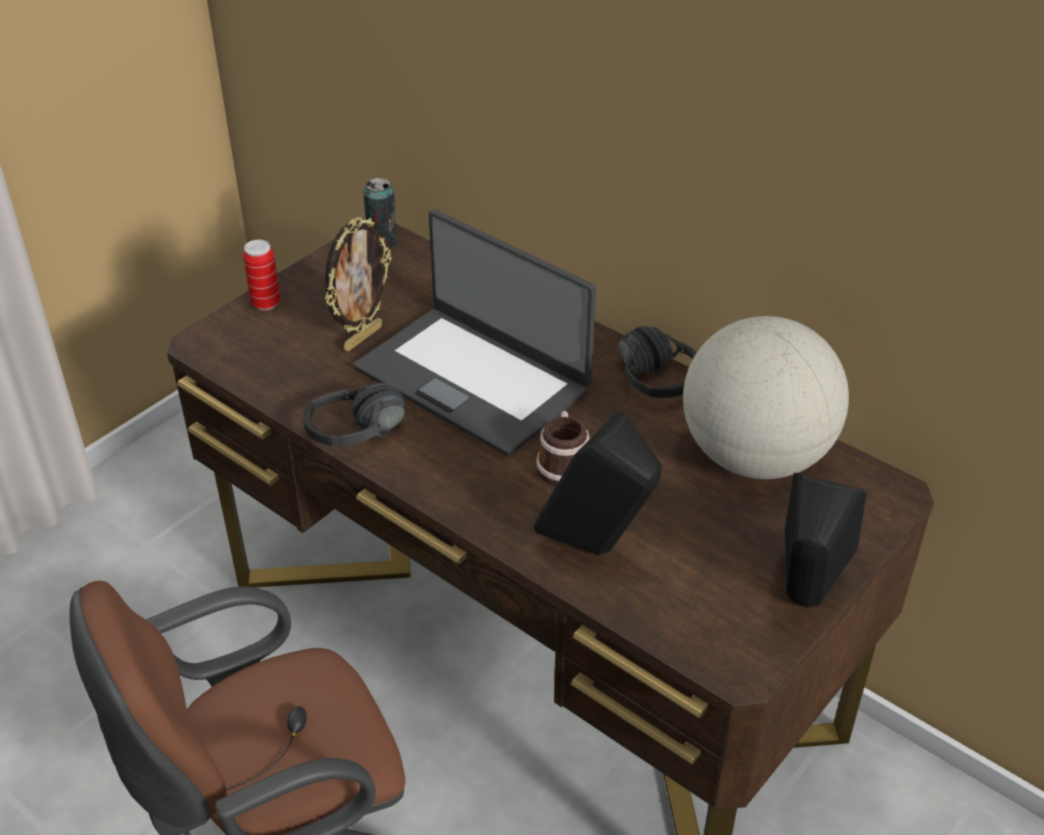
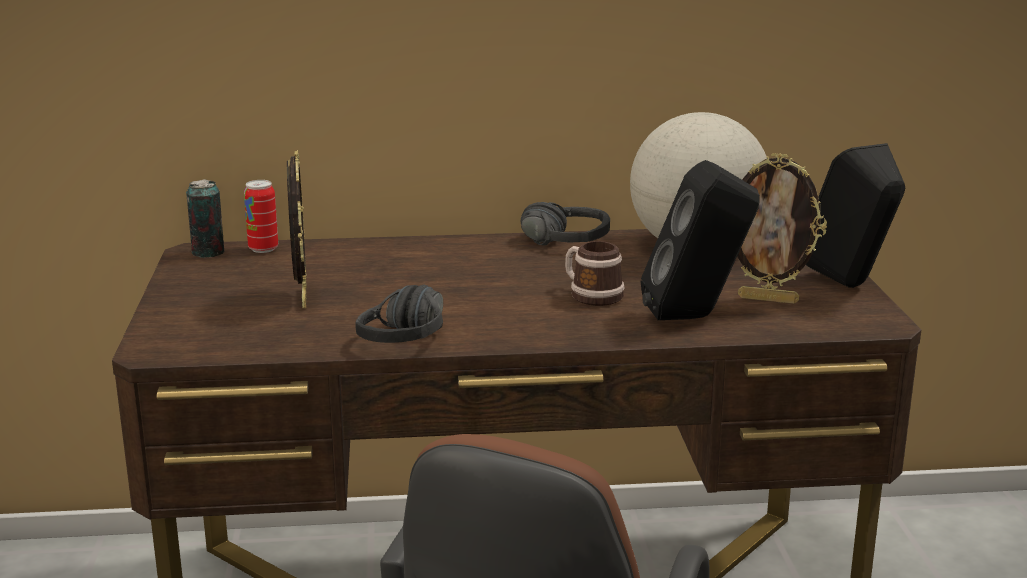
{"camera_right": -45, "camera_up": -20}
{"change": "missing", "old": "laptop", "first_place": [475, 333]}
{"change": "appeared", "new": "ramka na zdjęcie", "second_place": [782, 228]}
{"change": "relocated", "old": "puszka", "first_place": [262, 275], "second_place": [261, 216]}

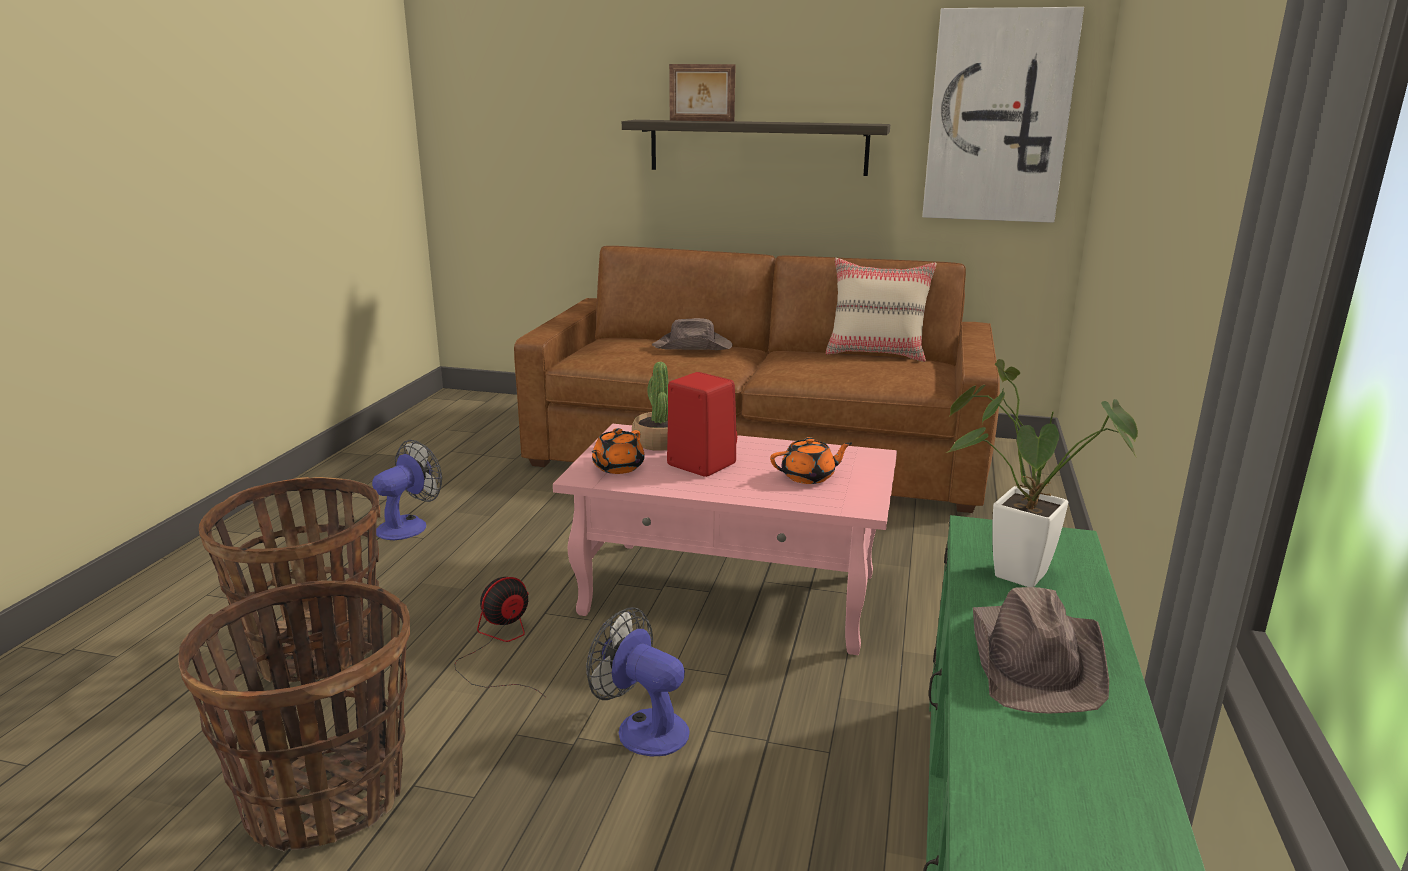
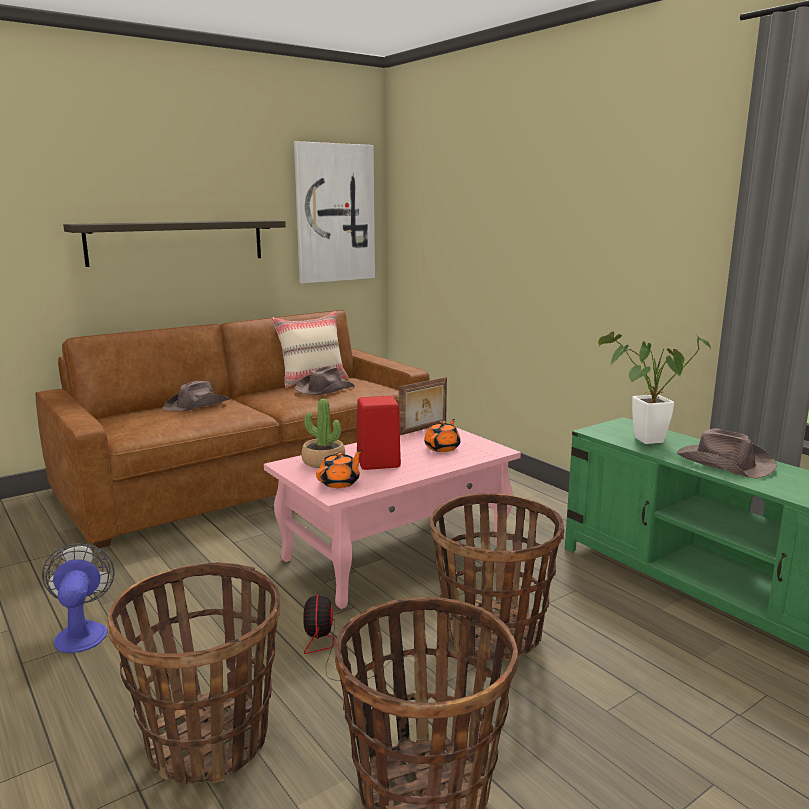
{"camera_right": -50, "camera_up": -5}
{"change": "appeared", "new": "kapelusz/brązowy", "second_place": [325, 380]}
{"change": "relocated", "old": "ramka na zdjęcie", "first_place": [702, 92], "second_place": [423, 406]}
{"change": "exchanged", "old": "wentylator", "new": "koszyk", "first_place": [638, 682], "second_place": [497, 577]}
{"change": "spun", "old": "imbryk/pomarańczowy", "first_place": [618, 451], "second_place": [339, 469], "degrees": -120}

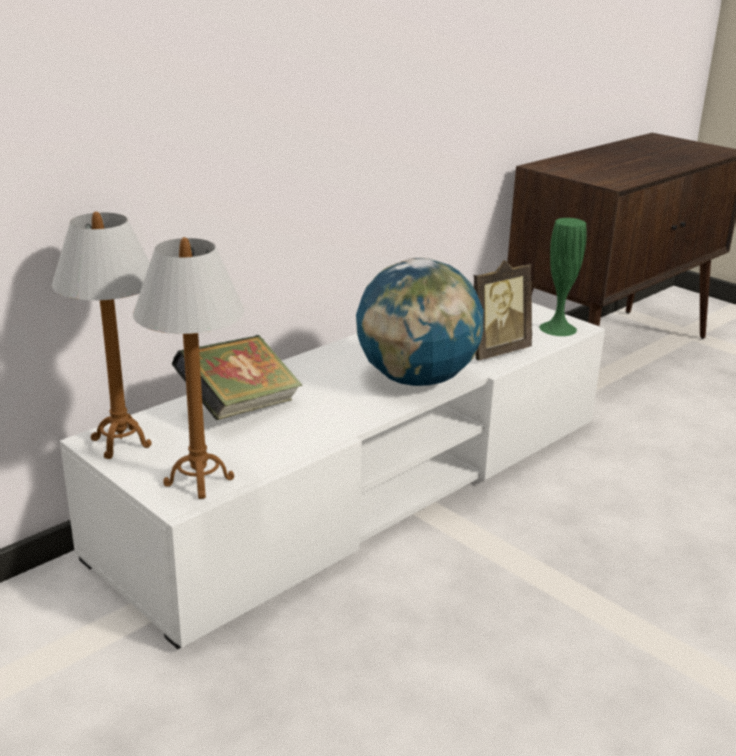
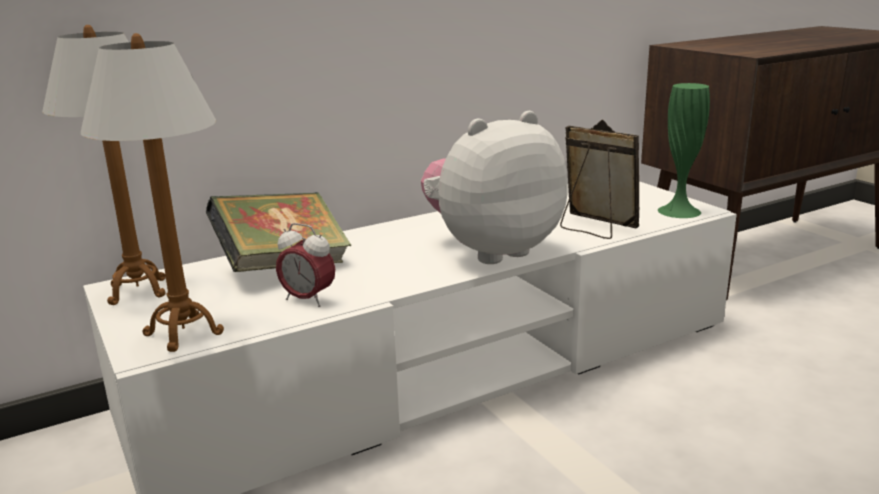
{"camera_right": 15, "camera_up": -5}
{"change": "appeared", "new": "budzik", "second_place": [305, 265]}
{"change": "exchanged", "old": "globus", "new": "pluszak", "first_place": [420, 322], "second_place": [494, 187]}
{"change": "spun", "old": "ramka na zdjęcie", "first_place": [503, 310], "second_place": [599, 179], "degrees": -120}

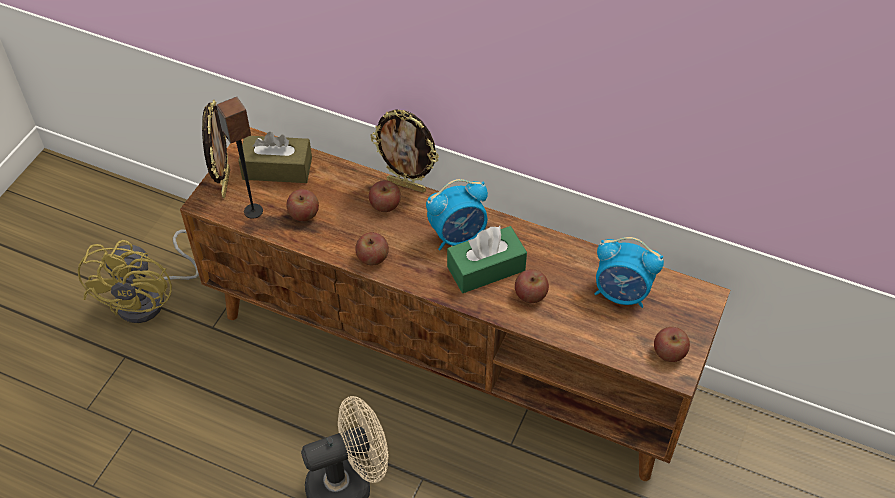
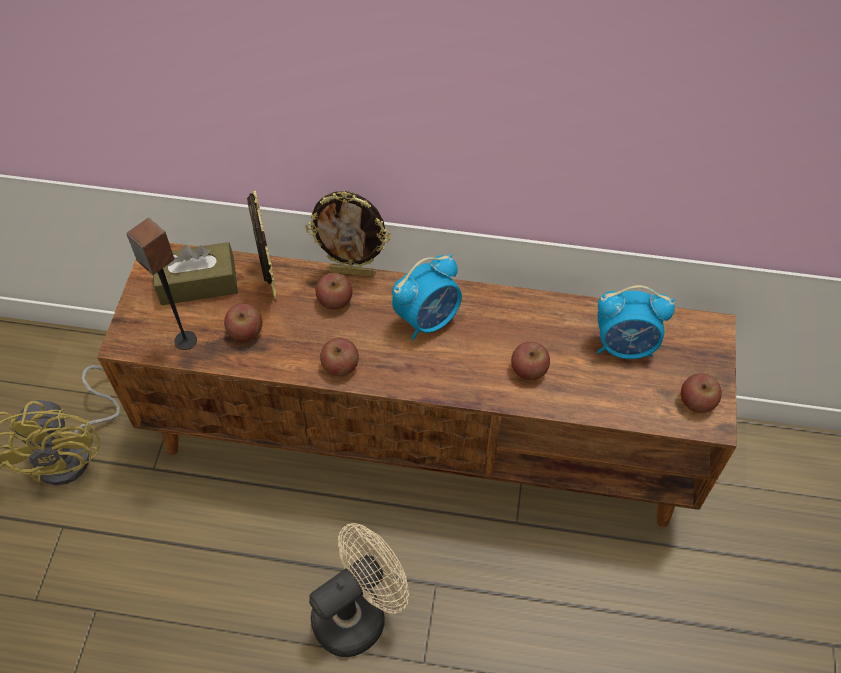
{"camera_right": -15, "camera_up": 5}
{"change": "missing", "old": "pudełko chusteczek/zielony", "first_place": [487, 259]}
{"change": "relocated", "old": "ramka na zdjęcie", "first_place": [216, 149], "second_place": [262, 245]}

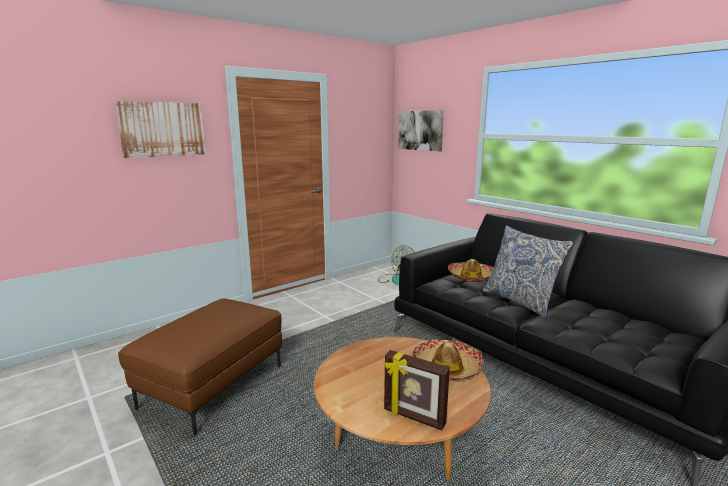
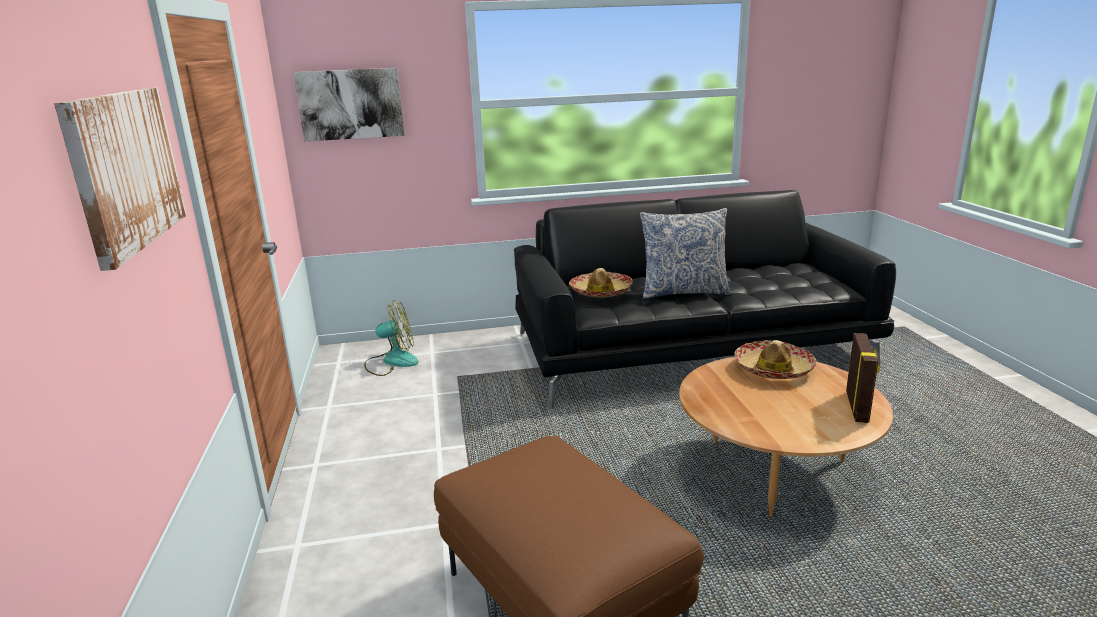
{"camera_right": -60, "camera_up": 5}
{"change": "spun", "old": "ramka na zdjęcie", "first_place": [417, 390], "second_place": [863, 378], "degrees": -45}

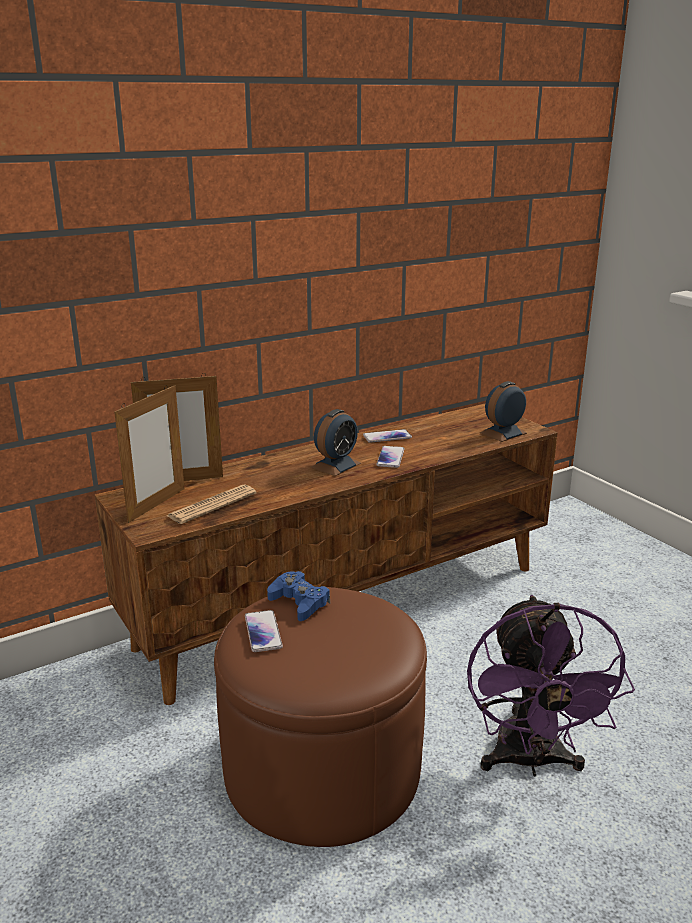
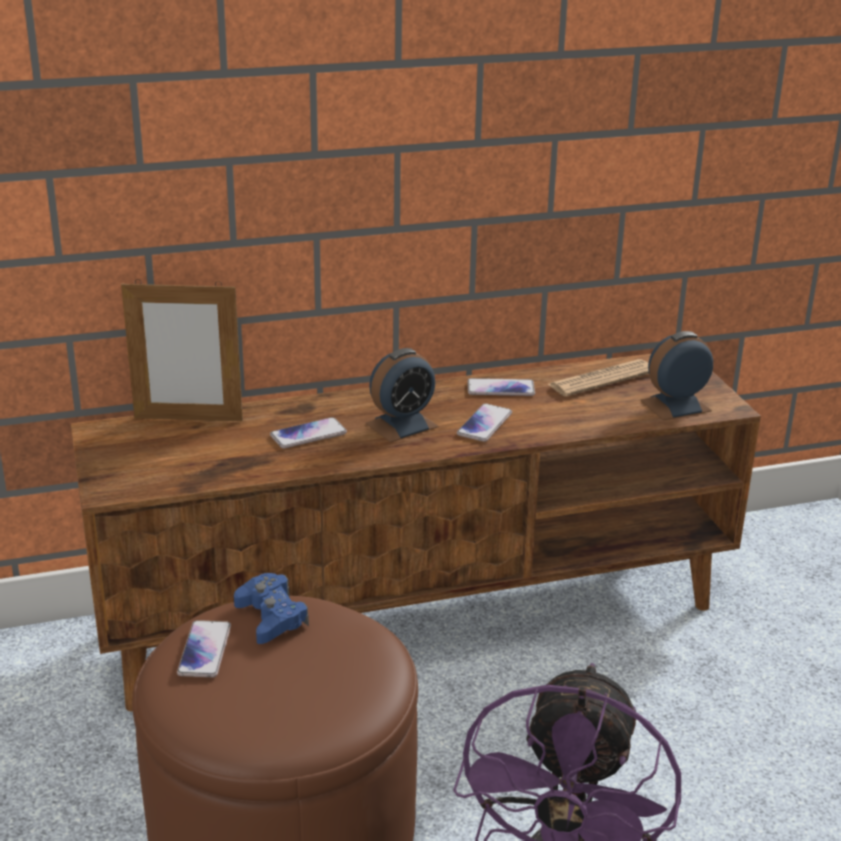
{"camera_right": 15, "camera_up": 5}
{"change": "missing", "old": "ramka na zdjęcie", "first_place": [149, 454]}
{"change": "appeared", "new": "telefon", "second_place": [308, 432]}
{"change": "relocated", "old": "gazeta", "first_place": [211, 504], "second_place": [598, 378]}

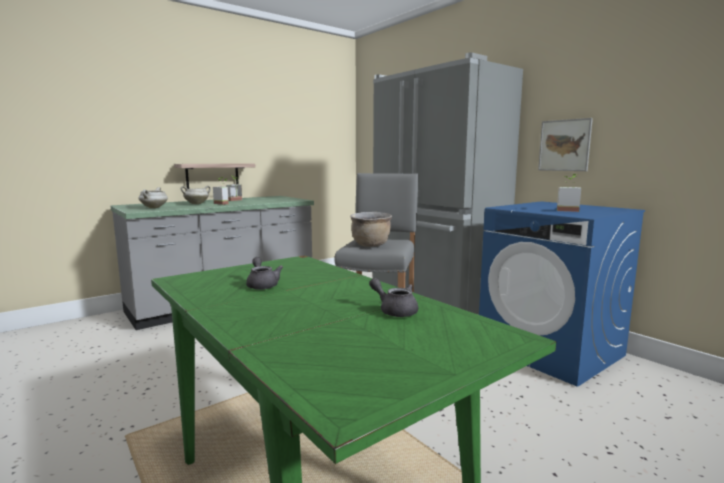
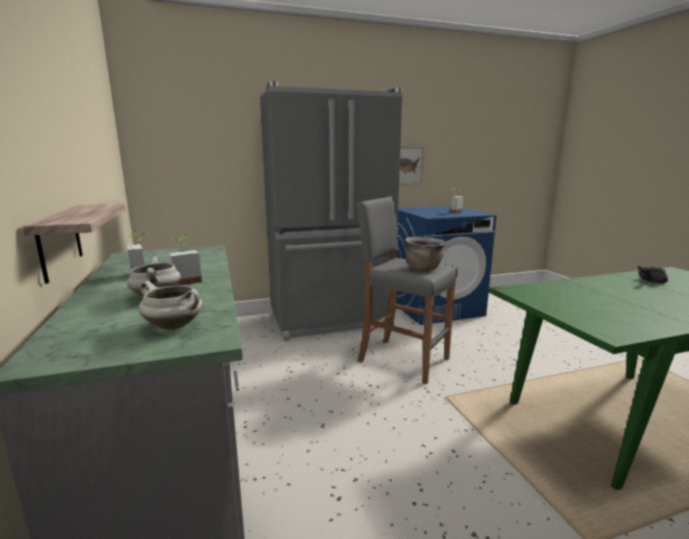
{"camera_right": -70, "camera_up": 5}
{"change": "missing", "old": "imbryk/szary", "first_place": [264, 273]}

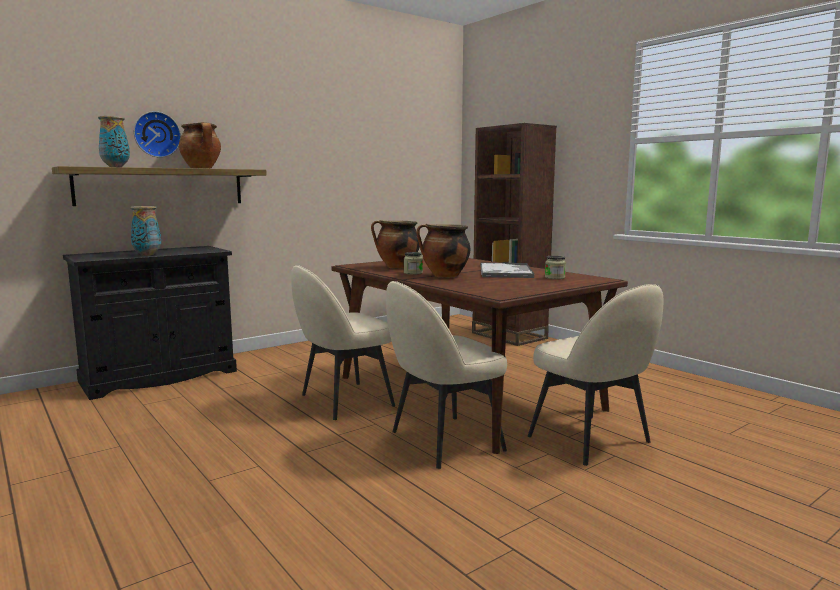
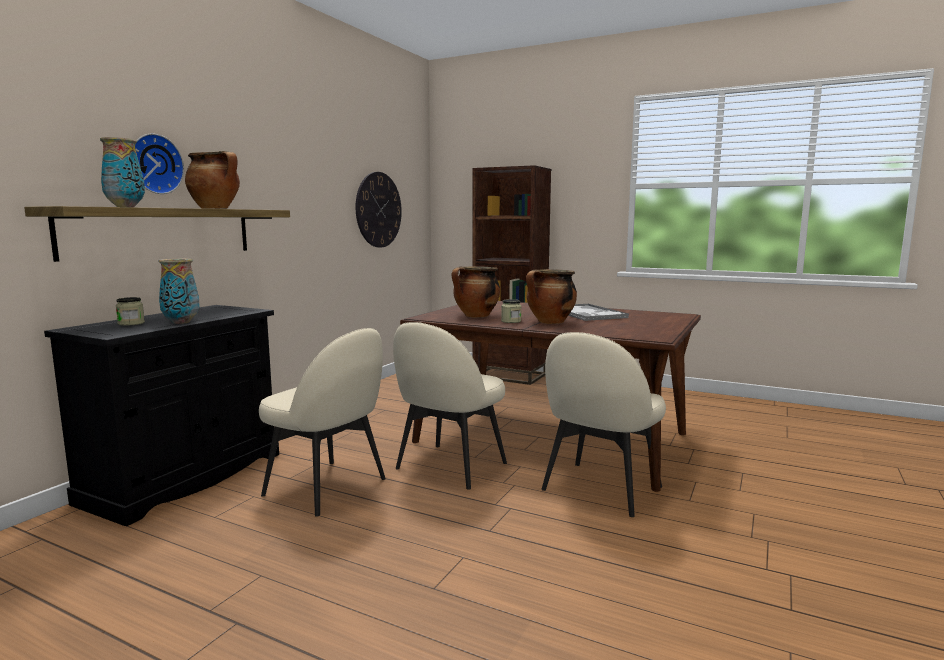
{"camera_right": -25, "camera_up": 0}
{"change": "appeared", "new": "zegar ścienny", "second_place": [379, 210]}
{"change": "relocated", "old": "krzesło/beżowy", "first_place": [595, 375], "second_place": [322, 422]}
{"change": "relocated", "old": "słoik", "first_place": [555, 267], "second_place": [130, 311]}

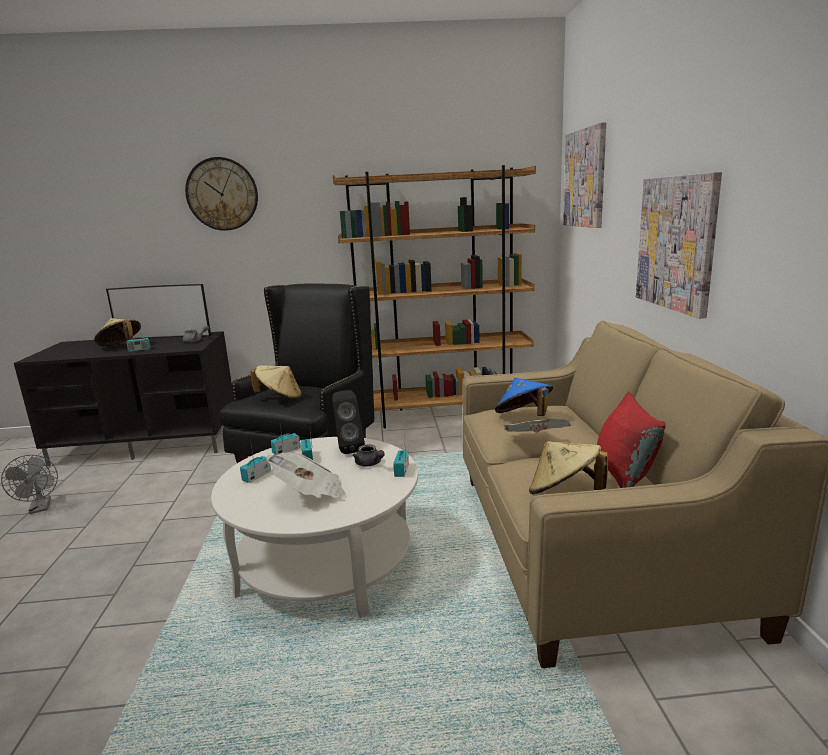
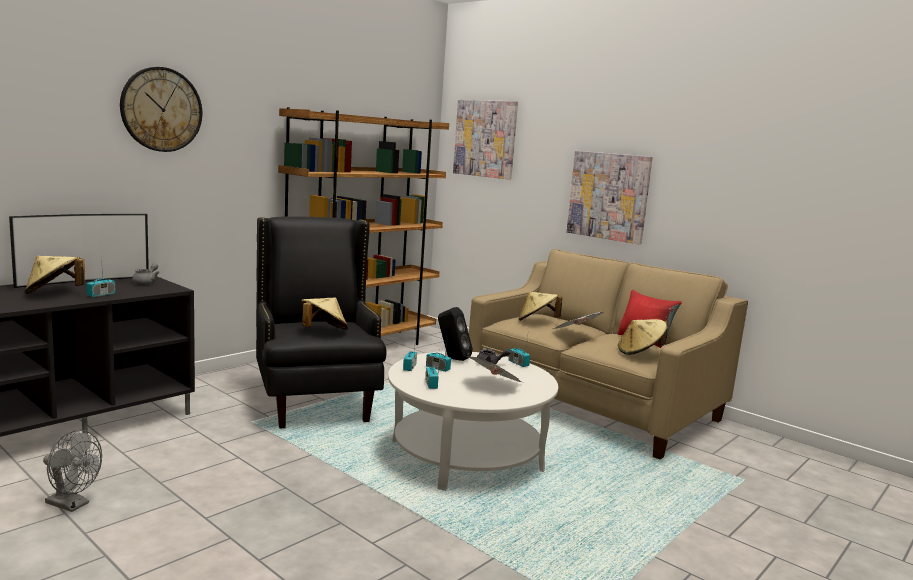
{"camera_right": -45, "camera_up": -5}
{"change": "colour", "old": "kapelusz/niebieski", "new": "kapelusz/beżowy", "first_place": [524, 396], "second_place": [540, 306]}

